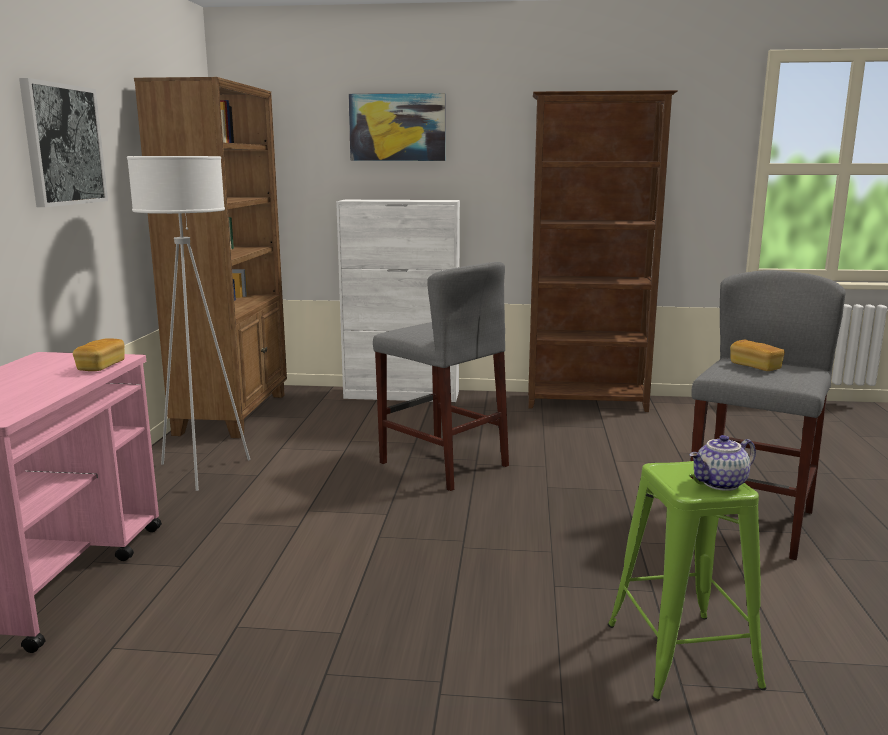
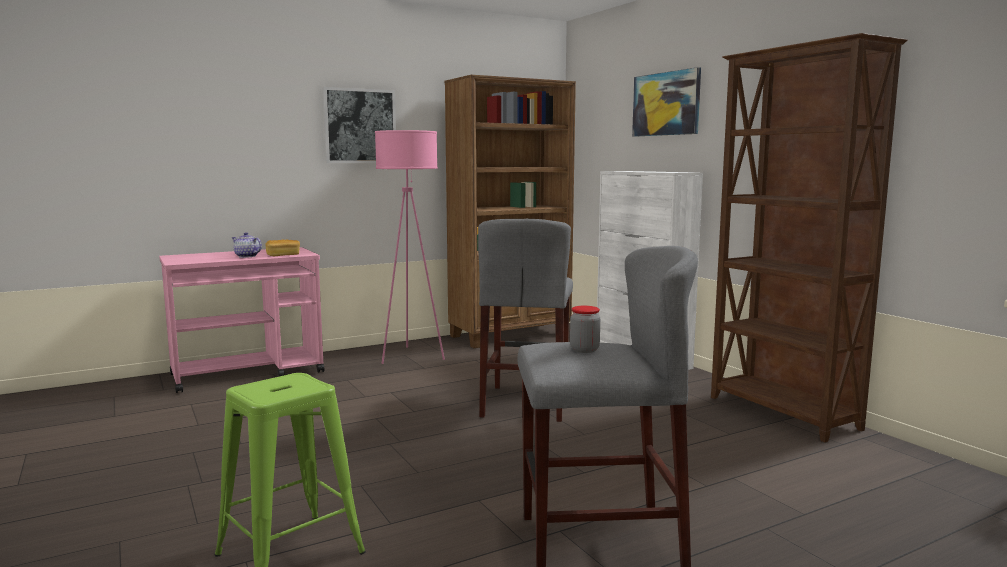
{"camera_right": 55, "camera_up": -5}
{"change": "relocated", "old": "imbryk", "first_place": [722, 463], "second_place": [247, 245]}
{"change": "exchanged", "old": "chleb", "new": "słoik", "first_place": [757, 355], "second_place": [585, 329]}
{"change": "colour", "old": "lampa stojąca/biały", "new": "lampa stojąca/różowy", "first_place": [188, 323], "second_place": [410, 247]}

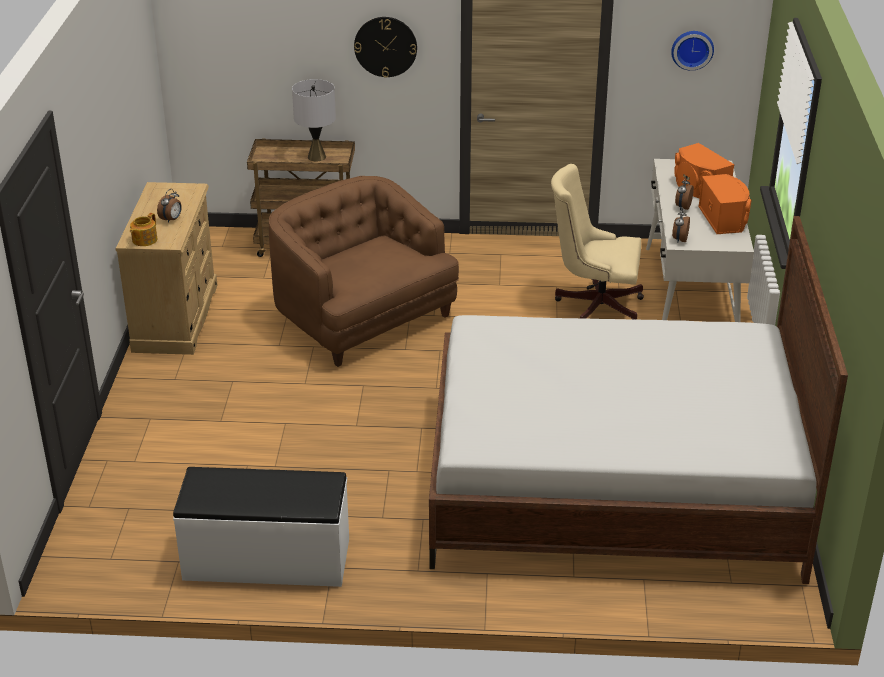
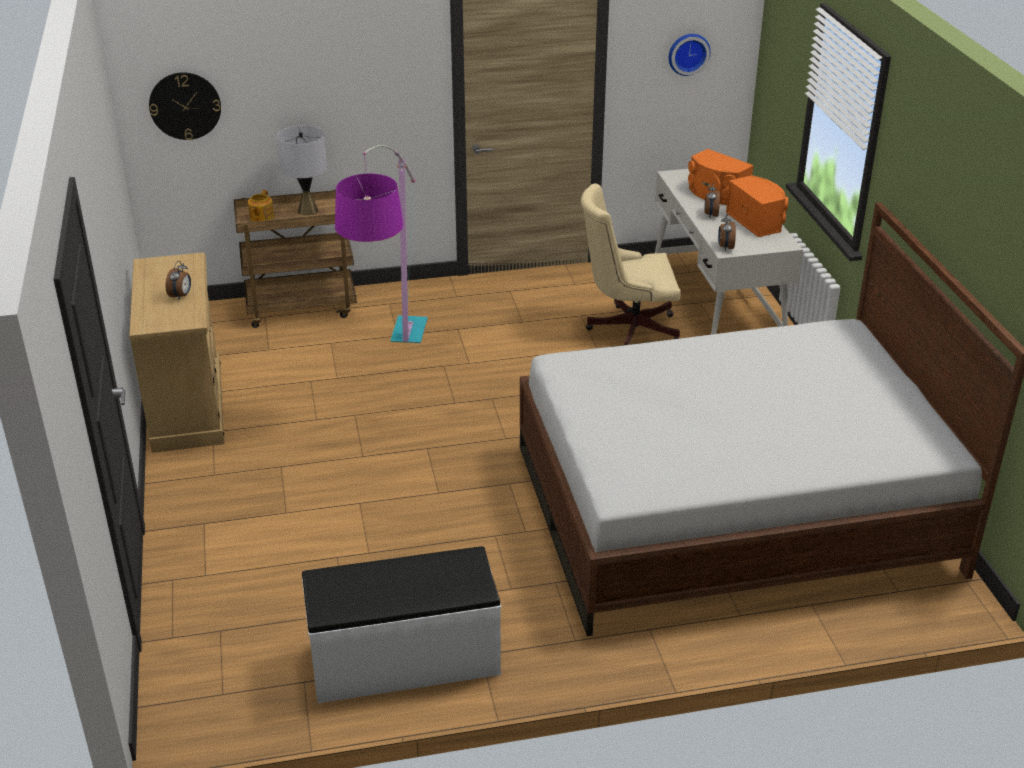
{"camera_right": -15, "camera_up": 0}
{"change": "relocated", "old": "imbryk", "first_place": [143, 229], "second_place": [261, 206]}
{"change": "relocated", "old": "zegar ścienny", "first_place": [385, 47], "second_place": [185, 106]}
{"change": "exchanged", "old": "fotel/brązowy", "new": "lampa stojąca", "first_place": [364, 271], "second_place": [381, 244]}

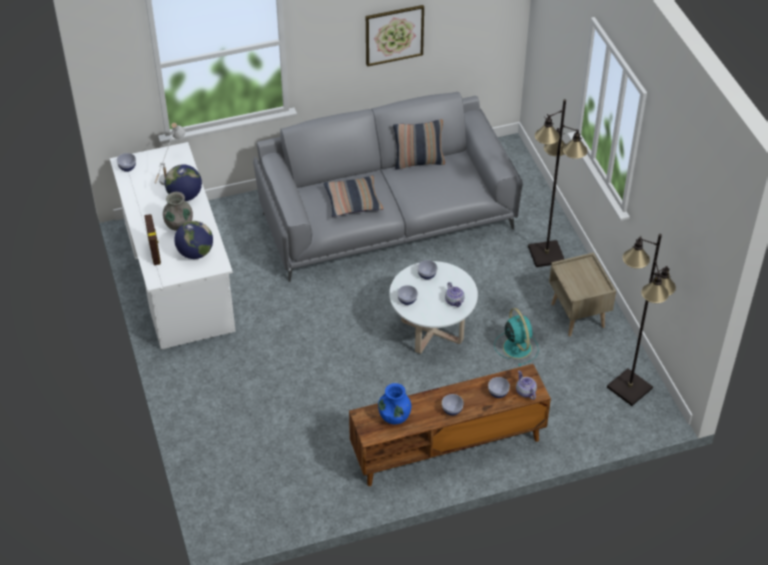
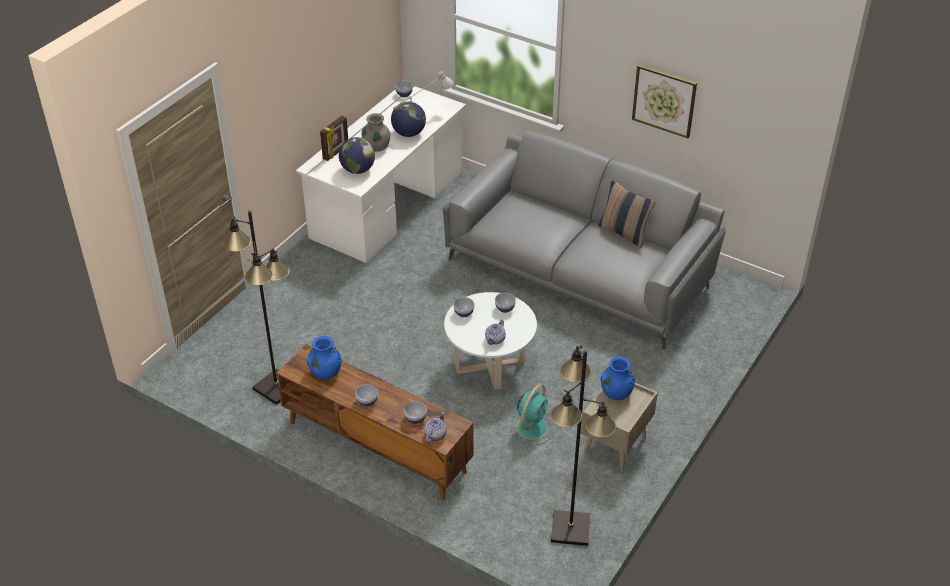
{"camera_right": 50, "camera_up": -5}
{"change": "missing", "old": "poduszka", "first_place": [354, 196]}
{"change": "appeared", "new": "wazon/niebieski", "second_place": [617, 378]}
{"change": "relocated", "old": "lampa stojąca/czarny", "first_place": [558, 183], "second_place": [256, 308]}

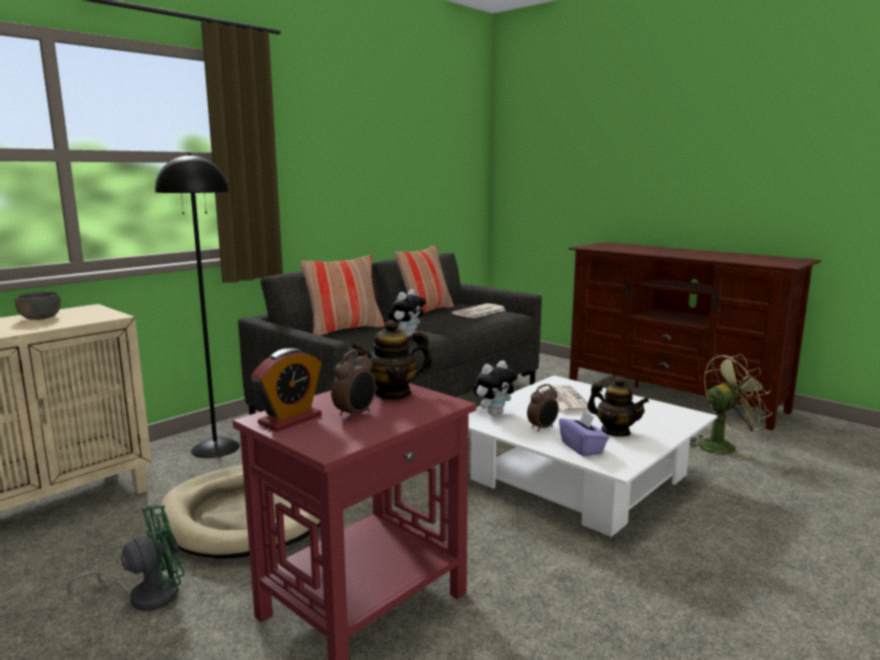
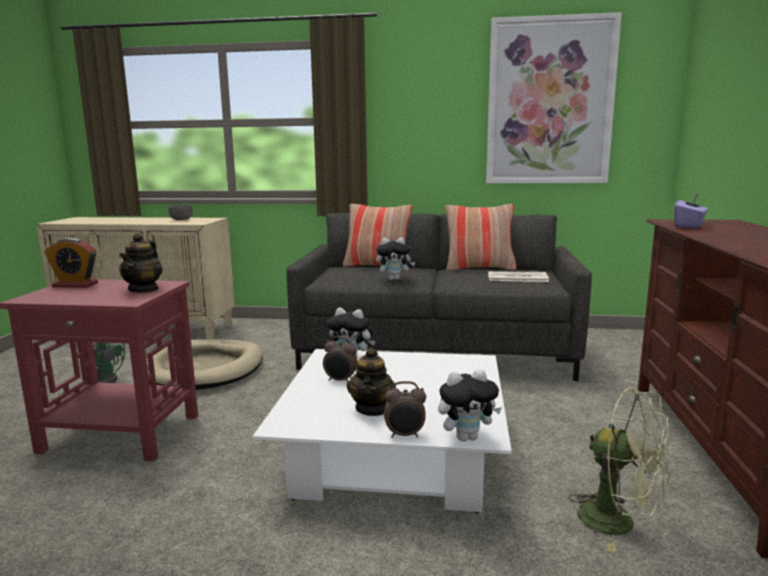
{"camera_right": 55, "camera_up": 0}
{"change": "missing", "old": "lampa stojąca/czarny", "first_place": [197, 306]}
{"change": "missing", "old": "gazeta", "first_place": [564, 399]}
{"change": "appeared", "new": "pluszak", "second_place": [470, 405]}
{"change": "appeared", "new": "obraz", "second_place": [554, 97]}
{"change": "relocated", "old": "budzik", "first_place": [353, 385], "second_place": [405, 409]}
{"change": "relocated", "old": "pudełko chusteczek/fioletowy", "first_place": [584, 434], "second_place": [691, 210]}
{"change": "spun", "old": "imbryk", "first_place": [391, 360], "second_place": [141, 263], "degrees": -120}

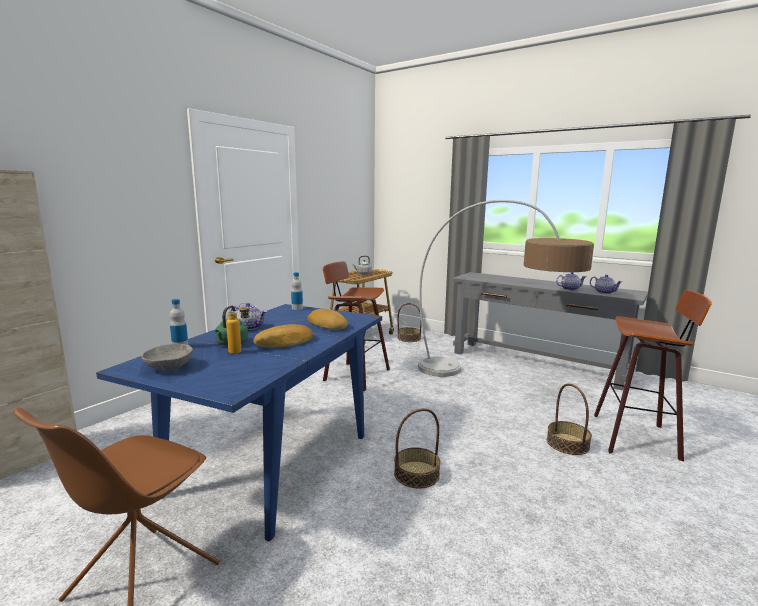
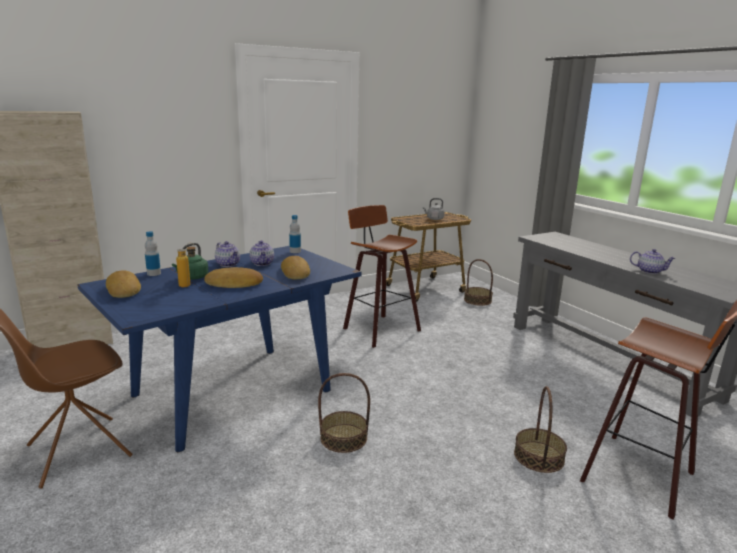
{"camera_right": 25, "camera_up": 5}
{"change": "missing", "old": "lampa stojąca", "first_place": [506, 288]}
{"change": "relocated", "old": "imbryk", "first_place": [606, 284], "second_place": [261, 253]}
{"change": "exchanged", "old": "miska/szary", "new": "chleb", "first_place": [167, 357], "second_place": [123, 284]}

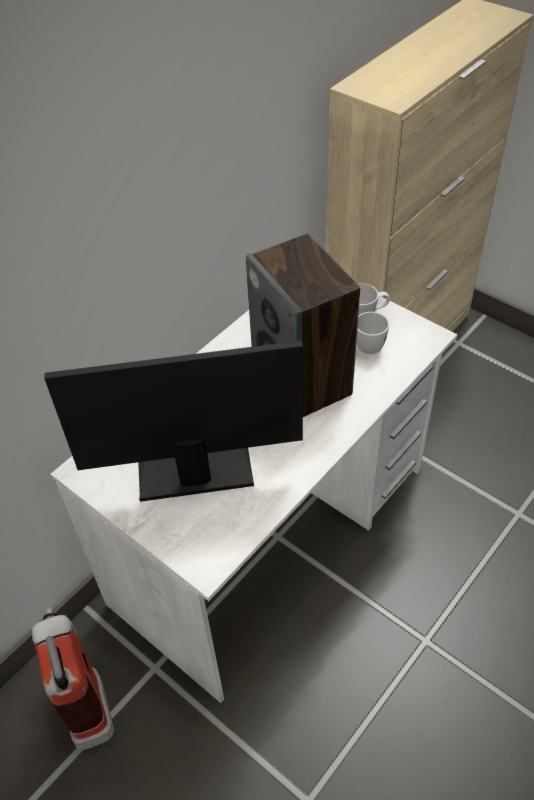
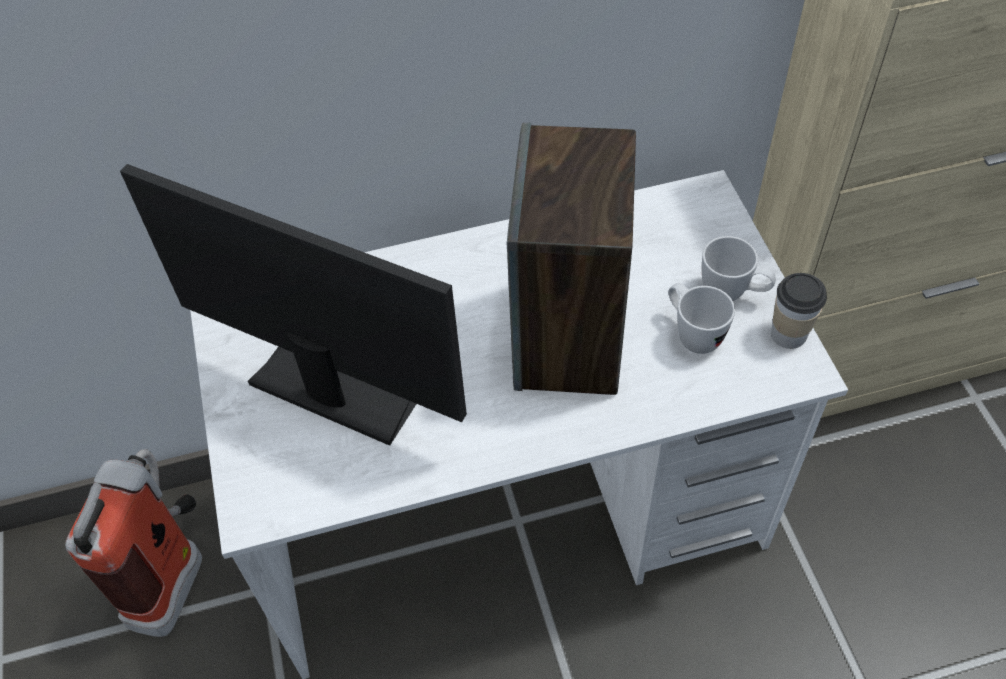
{"camera_right": 35, "camera_up": 5}
{"change": "appeared", "new": "filiżanka", "second_place": [799, 311]}

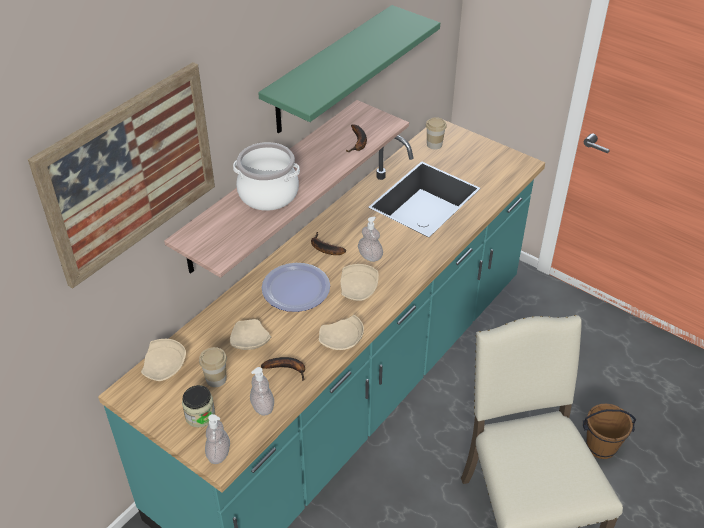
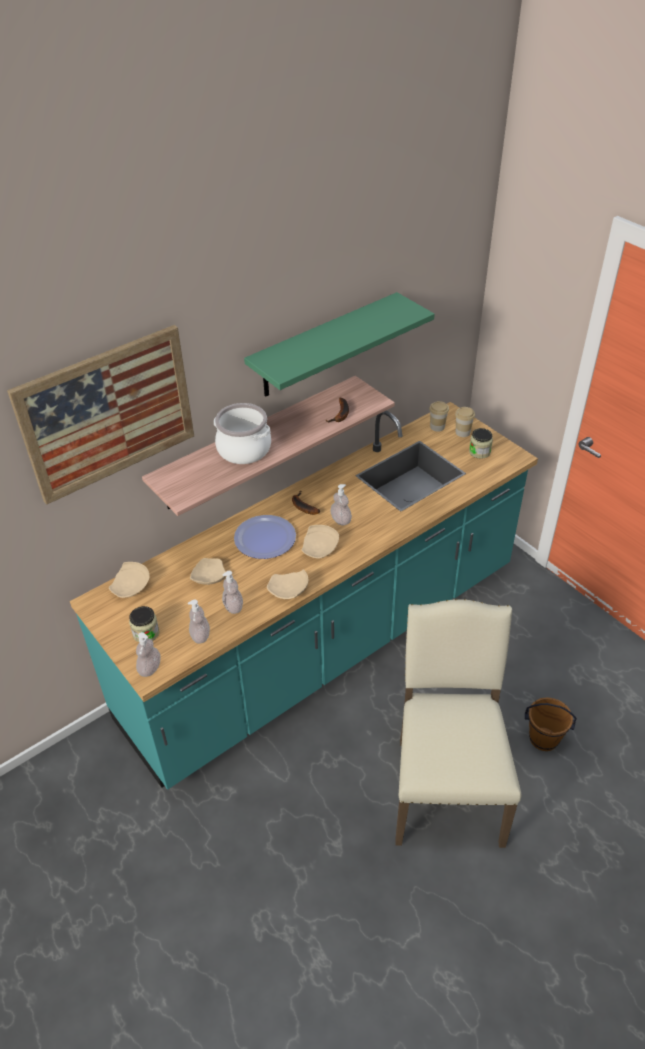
{"camera_right": 15, "camera_up": 0}
{"change": "appeared", "new": "słoik", "second_place": [481, 443]}
{"change": "relocated", "old": "filiżanka", "first_place": [213, 367], "second_place": [465, 422]}
{"change": "exchanged", "old": "banan", "new": "dozownik mydła", "first_place": [283, 369], "second_place": [232, 592]}

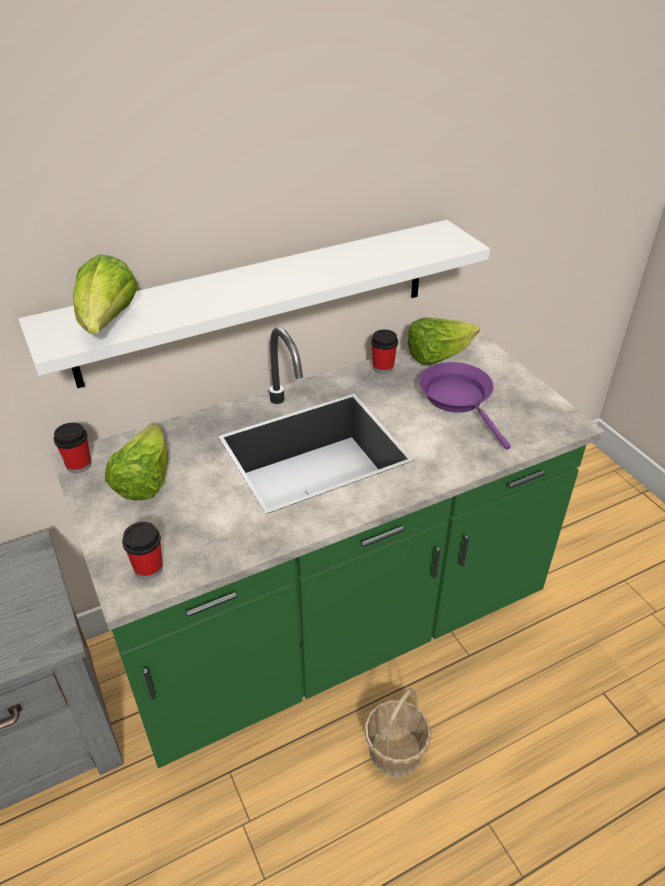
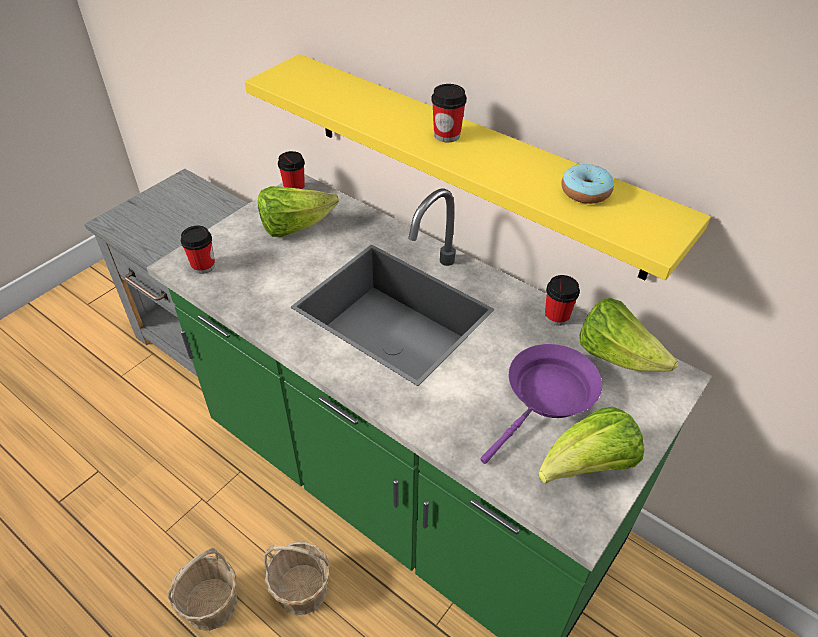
{"camera_right": 65, "camera_up": 5}
{"change": "appeared", "new": "koszyk", "second_place": [202, 589]}
{"change": "appeared", "new": "filiżanka", "second_place": [449, 113]}
{"change": "appeared", "new": "donut", "second_place": [587, 184]}
{"change": "relocated", "old": "sałata", "first_place": [105, 294], "second_place": [591, 445]}
{"change": "colour", "old": "półka/biały", "new": "półka/żółty", "first_place": [254, 304], "second_place": [478, 167]}

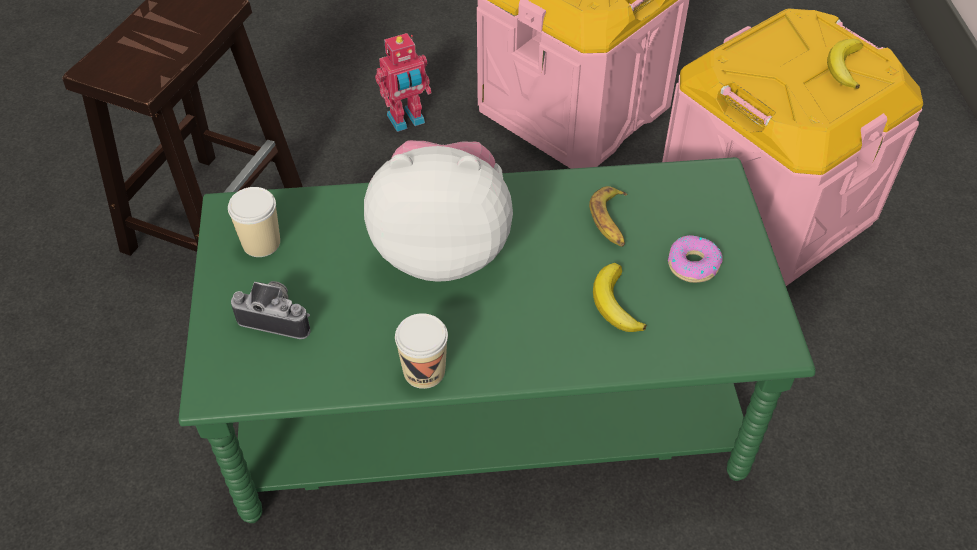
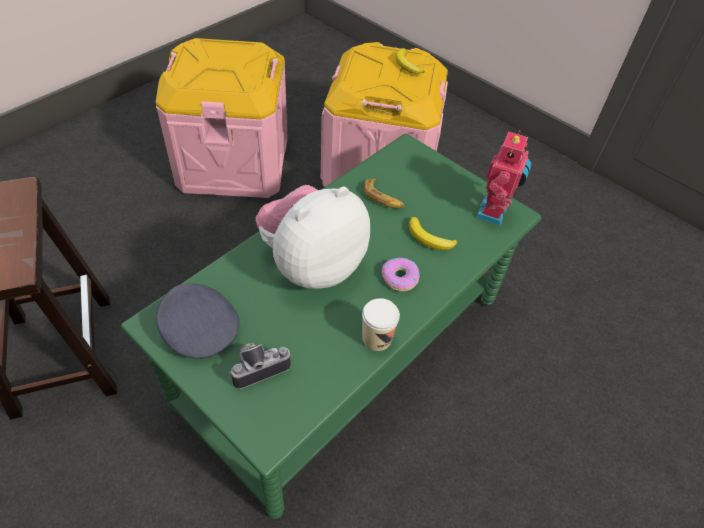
{"camera_right": -45, "camera_up": 0}
{"change": "relocated", "old": "robot zabawkowy", "first_place": [403, 82], "second_place": [503, 178]}
{"change": "relocated", "old": "donut", "first_place": [695, 259], "second_place": [401, 274]}
{"change": "exchanged", "old": "filiżanka", "new": "czapka z daszkiem/szary", "first_place": [254, 222], "second_place": [198, 321]}

